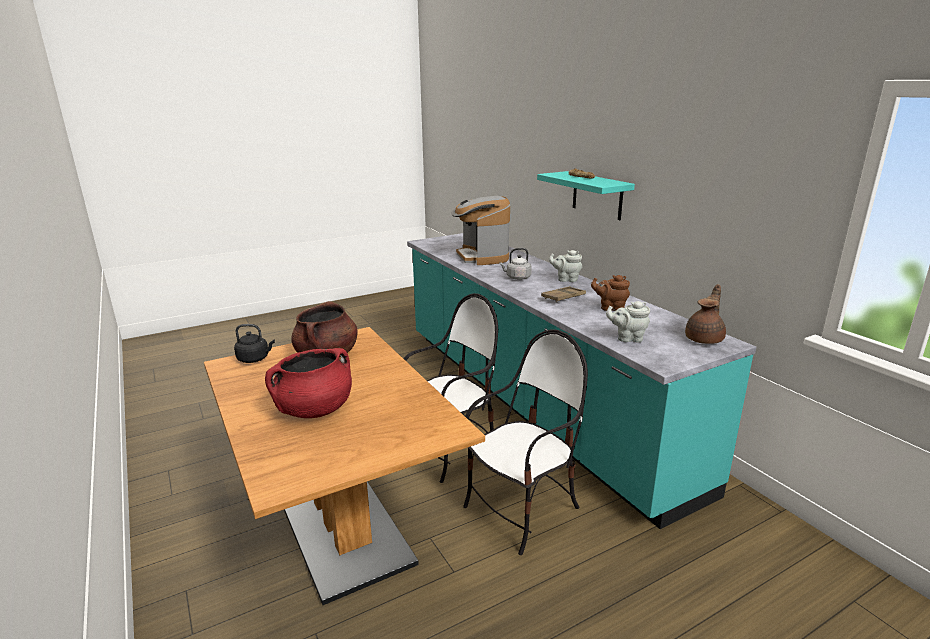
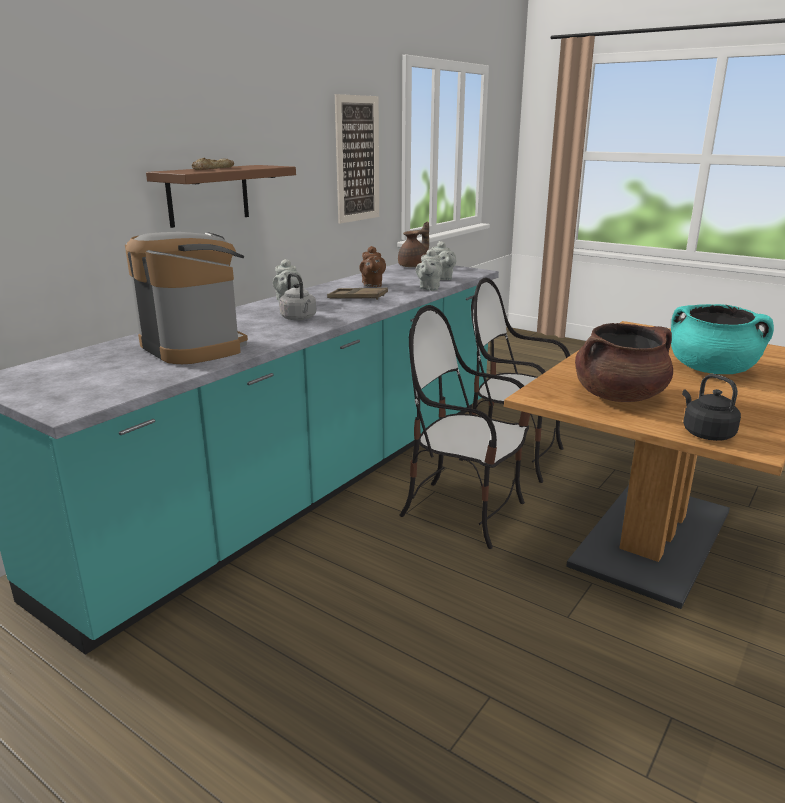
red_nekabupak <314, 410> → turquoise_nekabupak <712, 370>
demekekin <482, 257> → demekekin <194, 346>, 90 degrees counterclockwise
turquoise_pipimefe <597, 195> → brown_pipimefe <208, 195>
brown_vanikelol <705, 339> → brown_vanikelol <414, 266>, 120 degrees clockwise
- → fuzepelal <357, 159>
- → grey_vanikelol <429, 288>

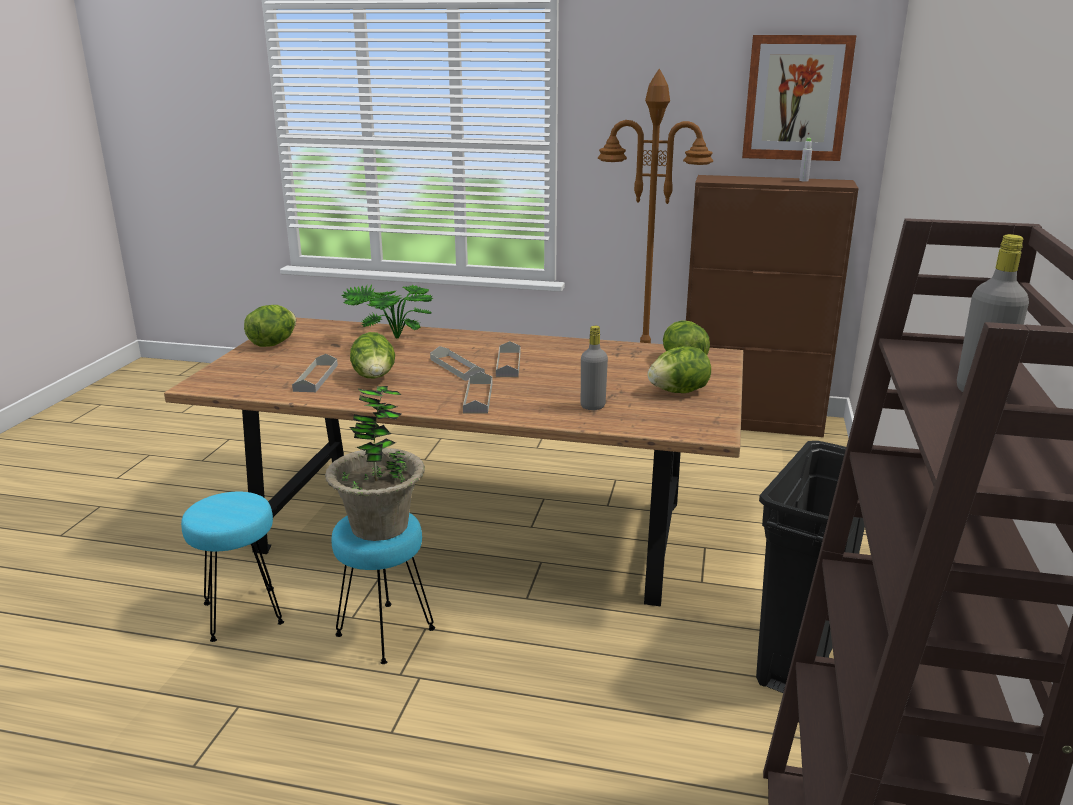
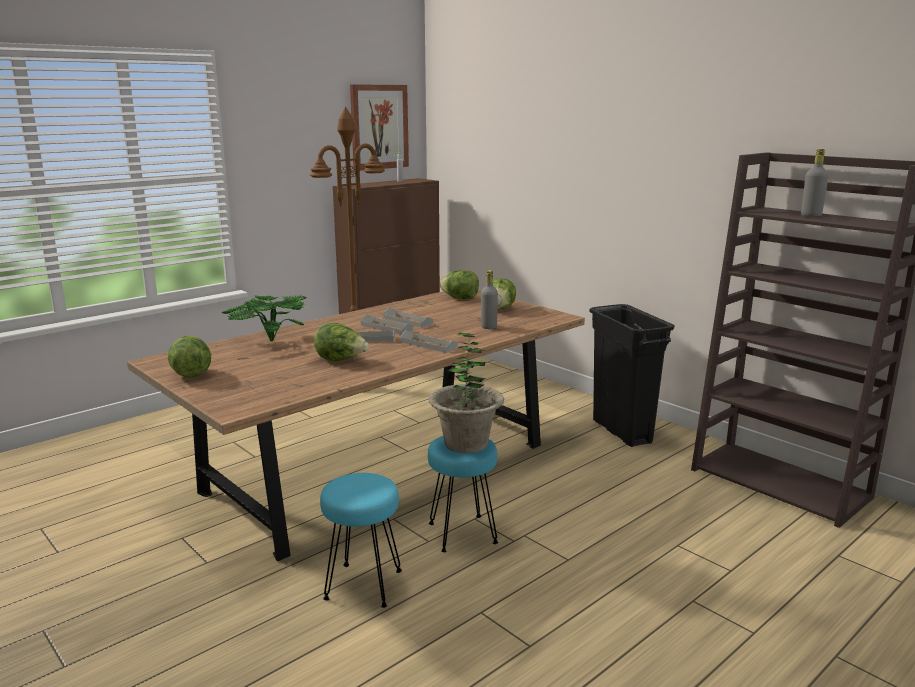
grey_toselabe <316, 378> → grey_toselabe <407, 321>, moved

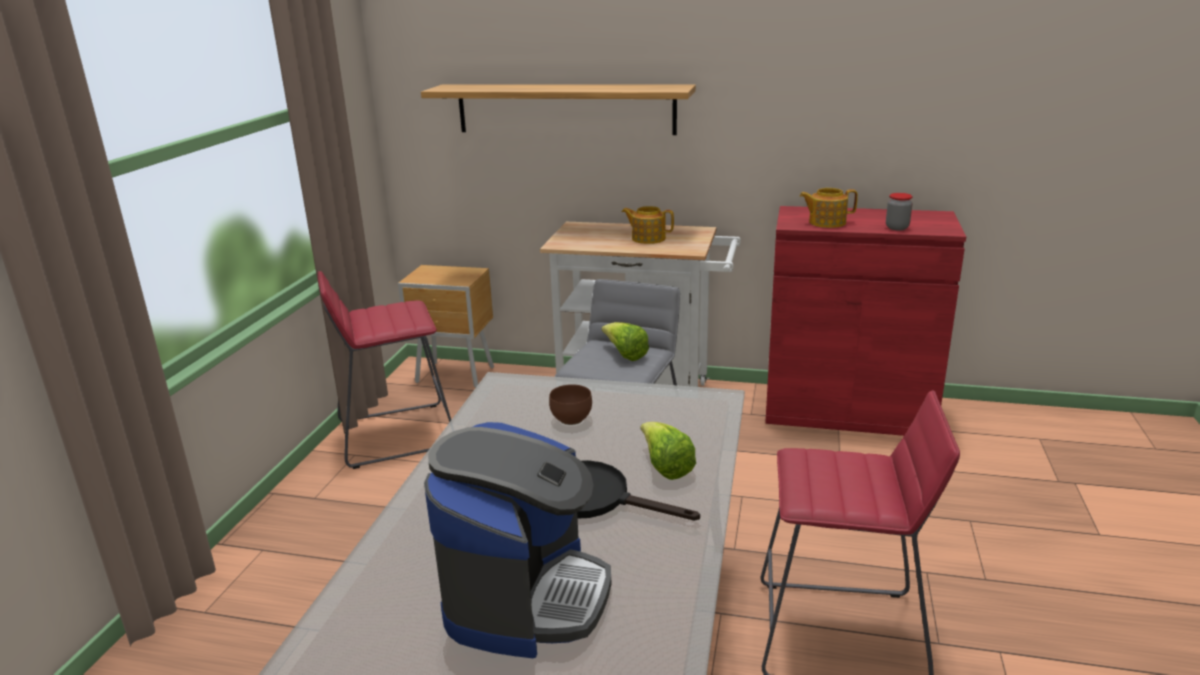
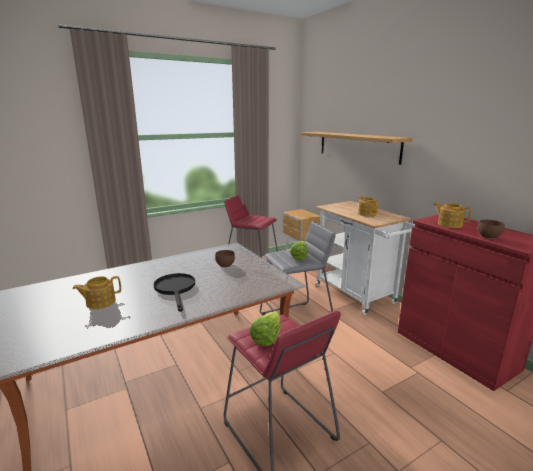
demekekin <525, 597> → vanikelol <100, 302>
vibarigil <665, 467> → vibarigil <267, 338>, moved
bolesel <897, 228> → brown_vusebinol <488, 237>

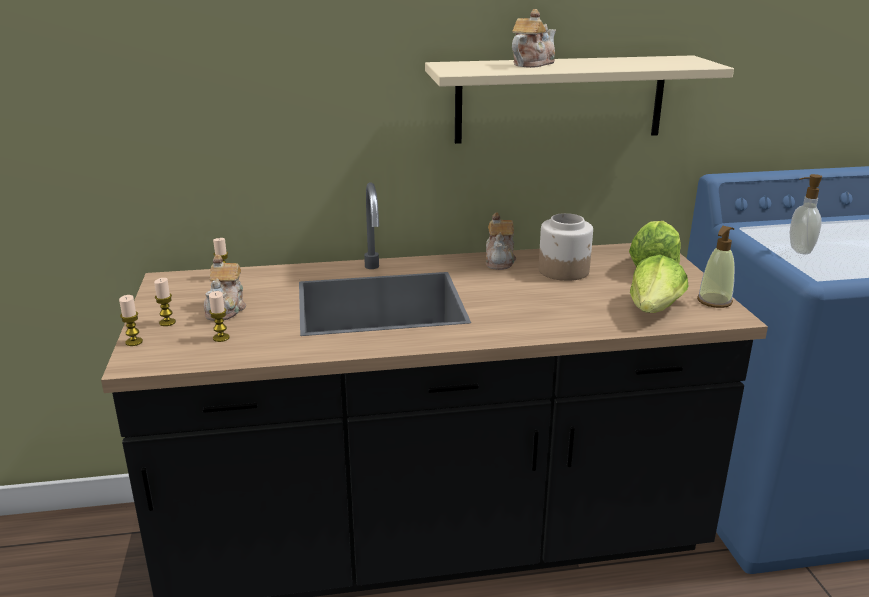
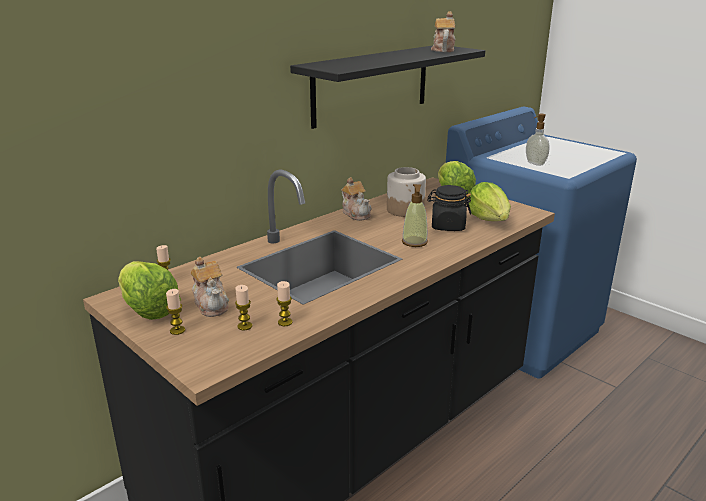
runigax <134, 342> → runigax <285, 322>, moved
beige_pipimefe <560, 99> → black_pipimefe <371, 84>
vanikelol <531, 64> → vanikelol <443, 50>, moved
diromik <714, 301> → diromik <414, 242>, moved
- → vibarigil <148, 310>
- → black_bolesel <447, 226>

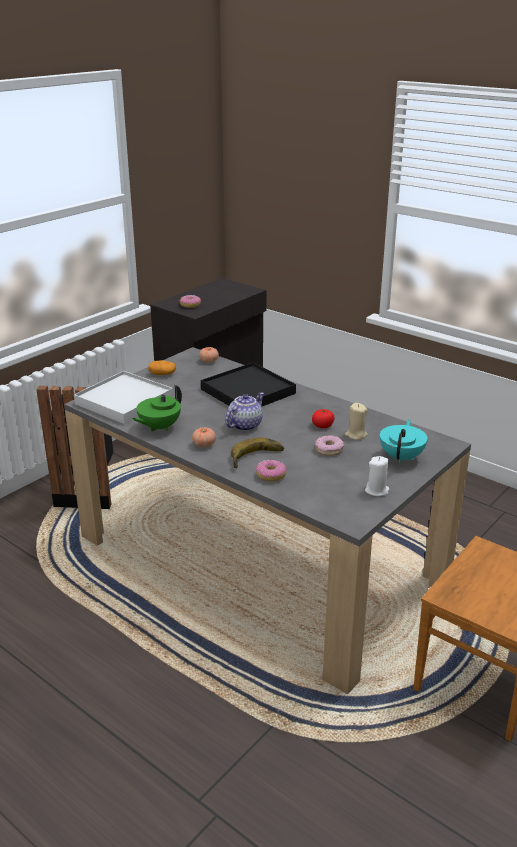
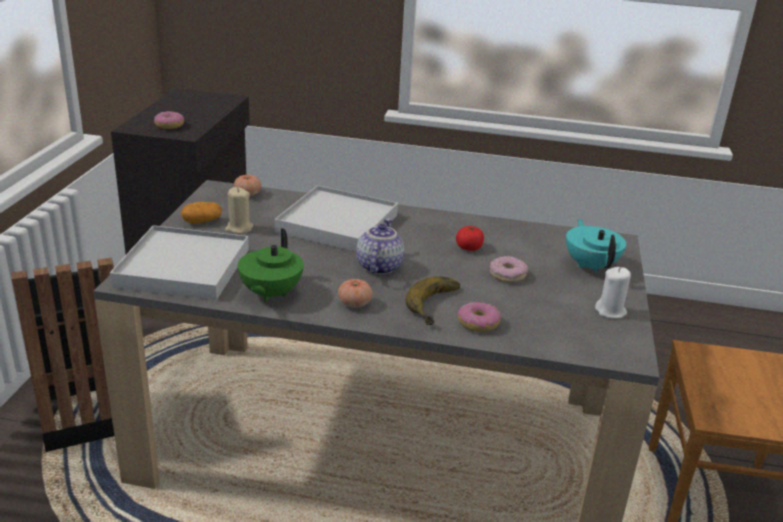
black_toselabe <248, 391> → white_toselabe <337, 223>
beige_runigax <356, 435> → beige_runigax <239, 228>, moved

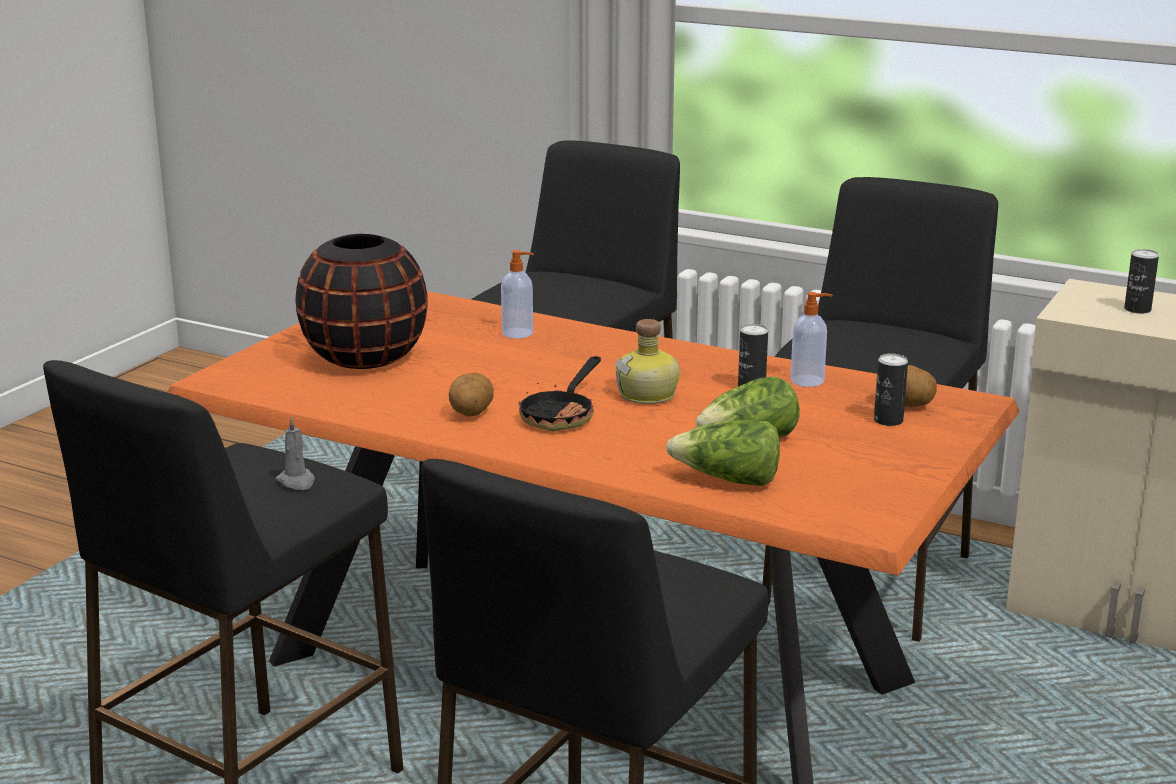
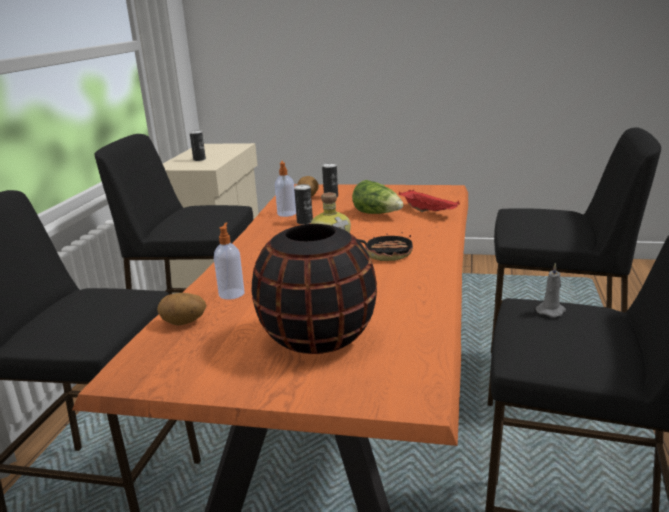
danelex <471, 413> → danelex <184, 323>, moved
vibarigil <728, 480> → red_toselabe <429, 211>

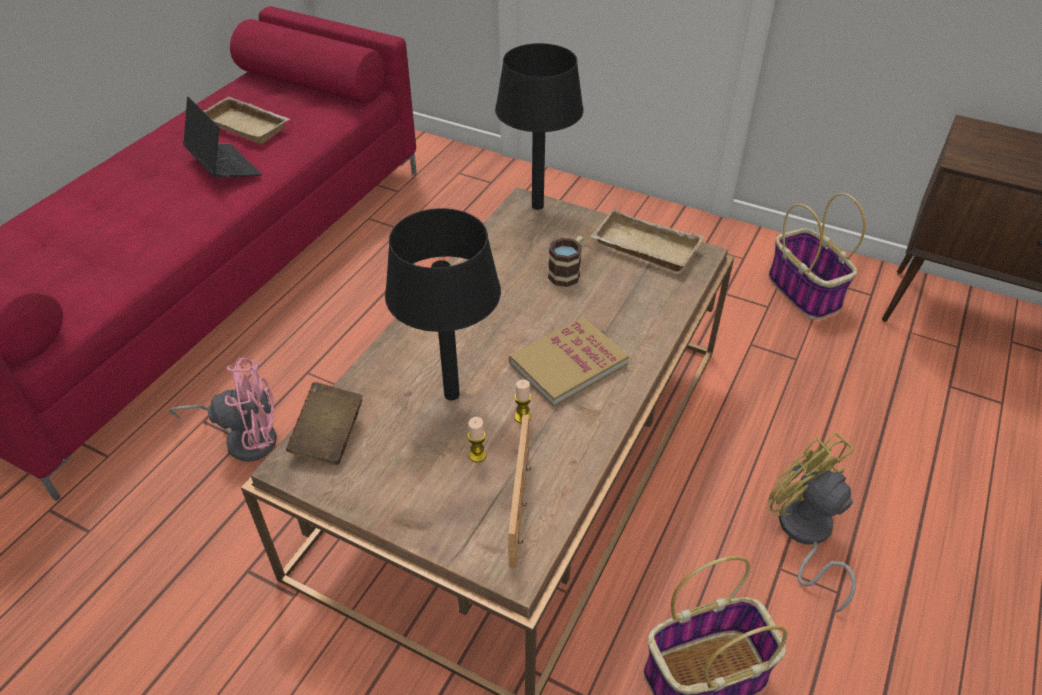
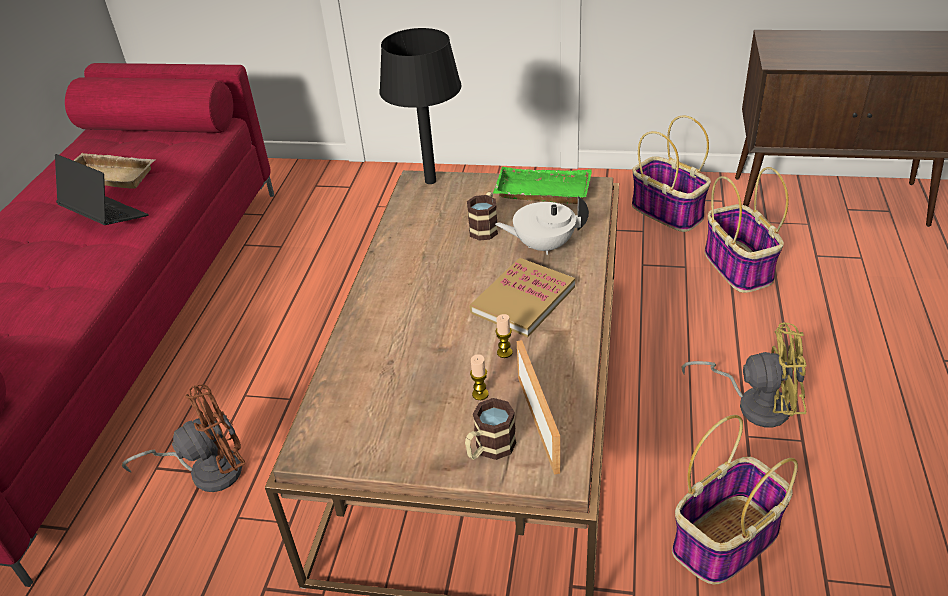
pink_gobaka <245, 438> → brown_gobaka <207, 470>
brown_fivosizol <329, 436> → -
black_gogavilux <451, 393> → -
beige_toselabe <642, 248> → green_toselabe <541, 193>
yellow_gobaka <804, 535> → yellow_gobaka <754, 403>, 150 degrees clockwise
- → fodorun <489, 449>
- → white_vanikelol <543, 245>
- → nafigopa <739, 267>

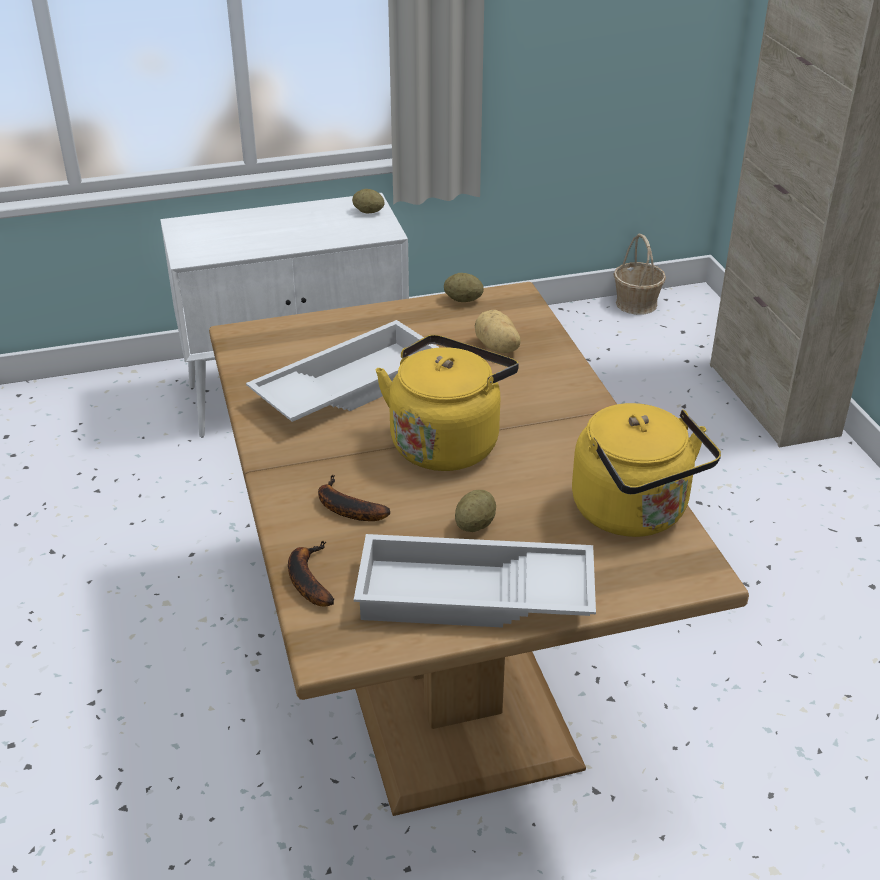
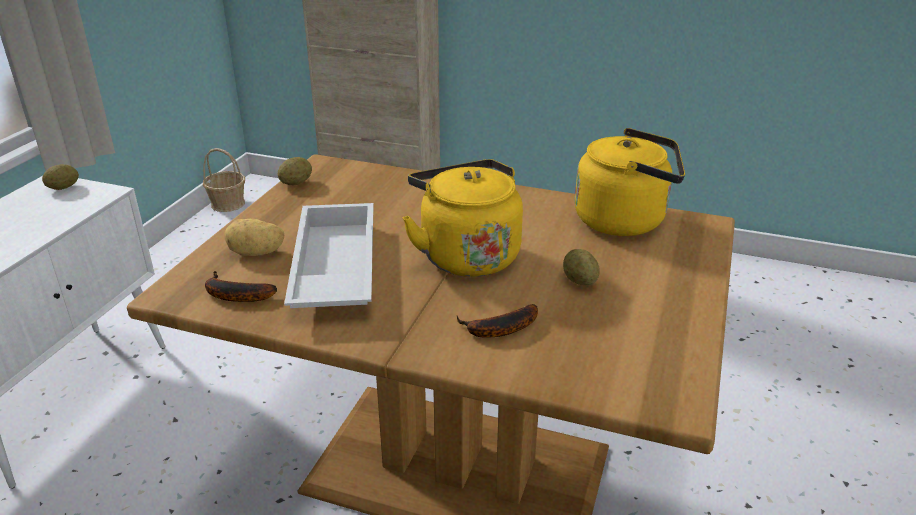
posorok <307, 579> → posorok <233, 295>, moved
white_toselabe <473, 597> → -
danelex <496, 348> → danelex <256, 253>, moved

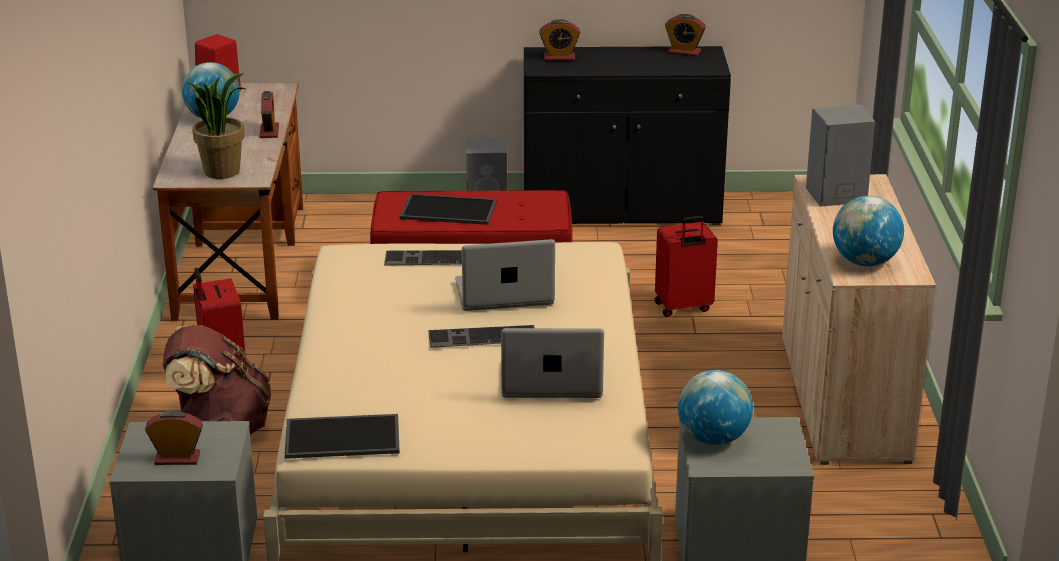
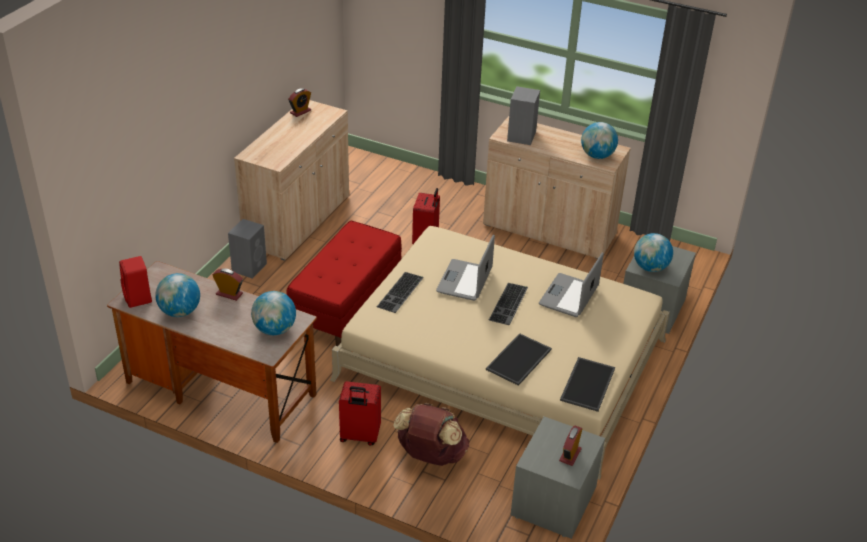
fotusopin <222, 171> → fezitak <275, 330>
toselabe <447, 211> → toselabe <519, 360>, moved
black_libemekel <621, 210> → beige_libemekel <298, 221>
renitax <559, 57> → -

